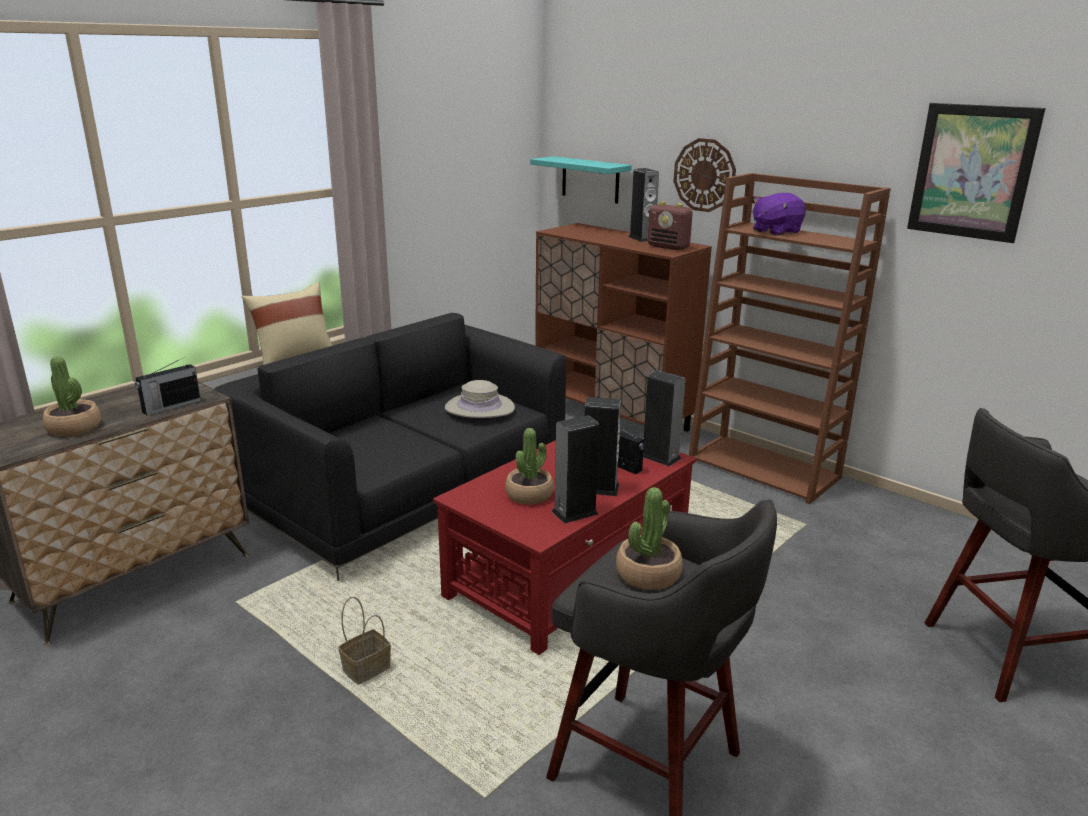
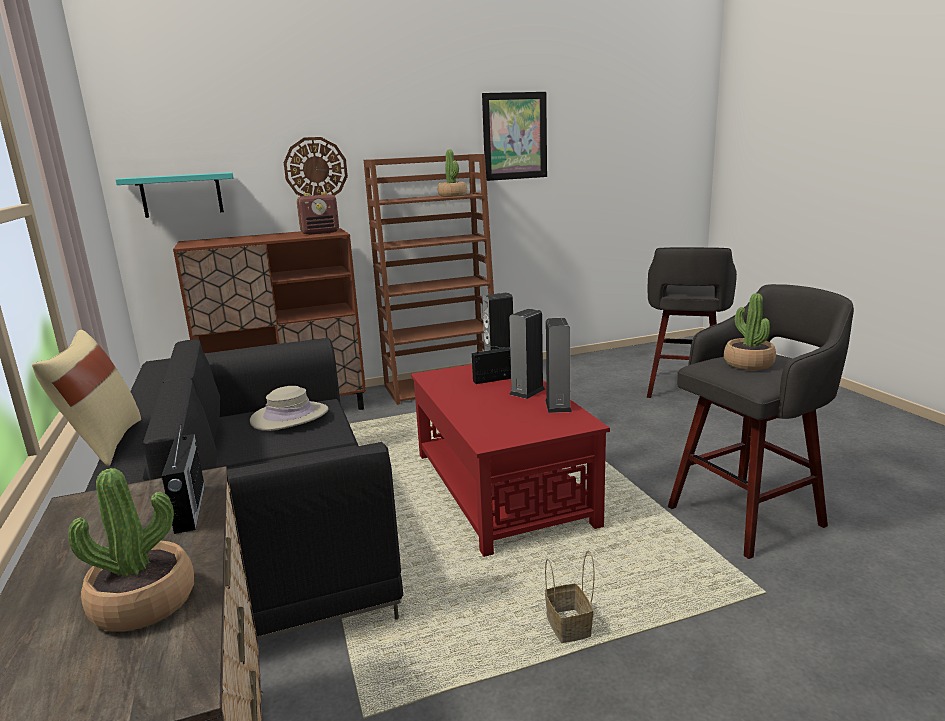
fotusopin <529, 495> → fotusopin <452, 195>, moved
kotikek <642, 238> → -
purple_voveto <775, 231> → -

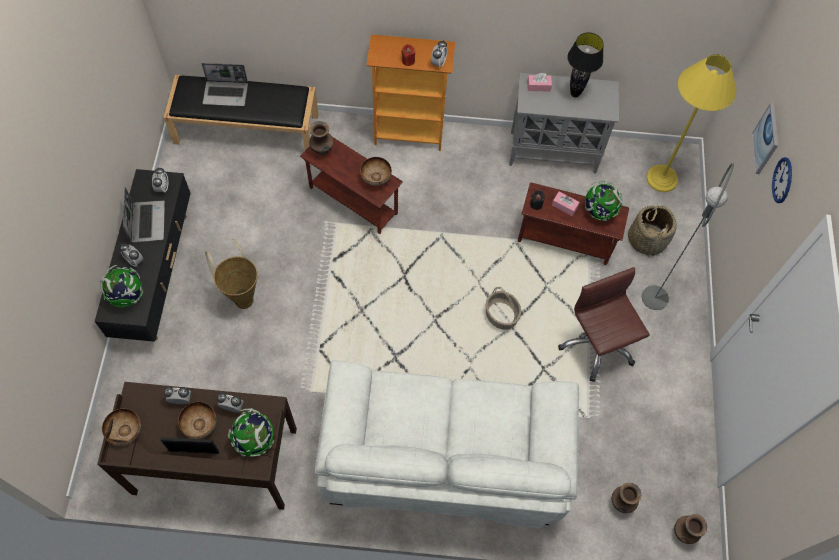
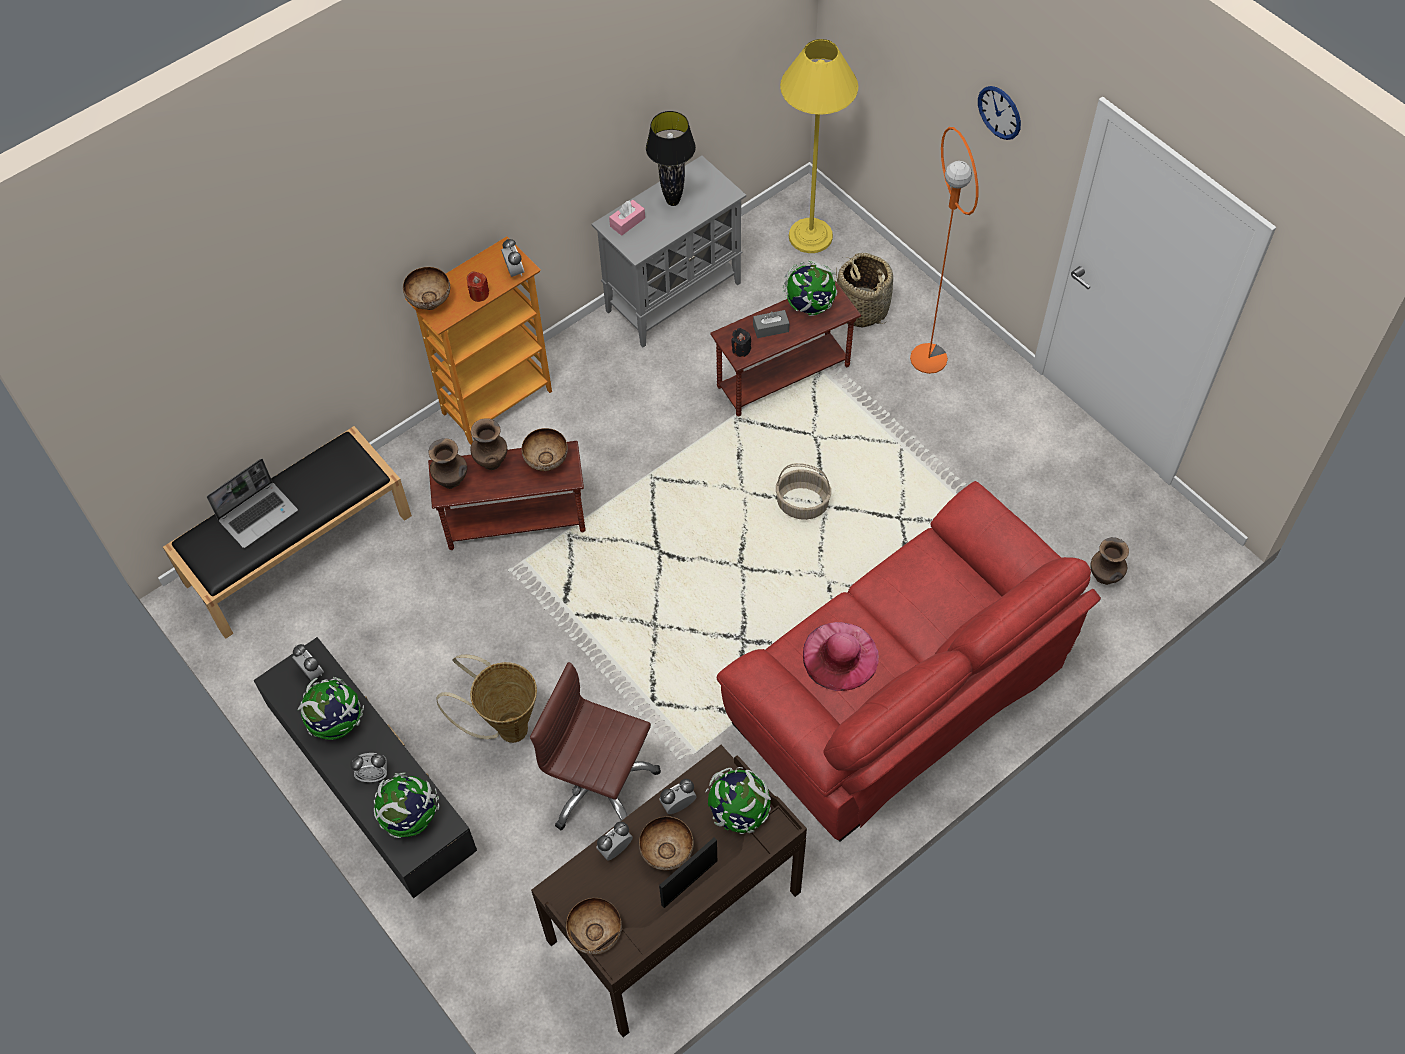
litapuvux <147, 221> → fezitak <337, 722>
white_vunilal <444, 459> → red_vunilal <903, 692>
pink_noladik <564, 206> → grey_noladik <771, 328>
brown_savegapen <596, 345> → brown_savegapen <599, 785>, moved
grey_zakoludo <655, 298> → orange_zakoludo <929, 358>
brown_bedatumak <683, 532> → brown_bedatumak <491, 461>, moved
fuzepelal <766, 139> → -
- → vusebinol <429, 302>
- → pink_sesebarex <840, 656>

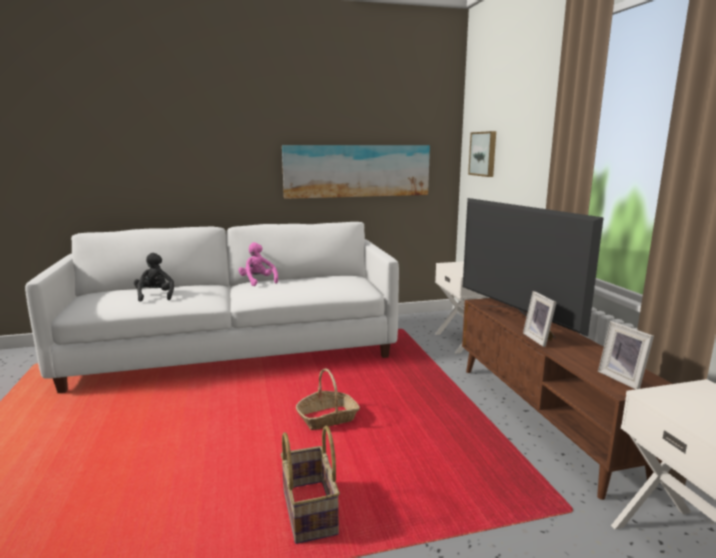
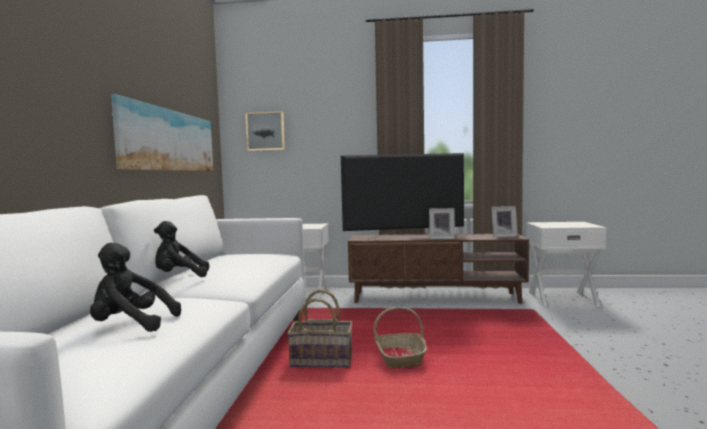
pink_voveto <258, 281> → black_voveto <179, 277>
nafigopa <311, 512> → nafigopa <322, 360>, moved

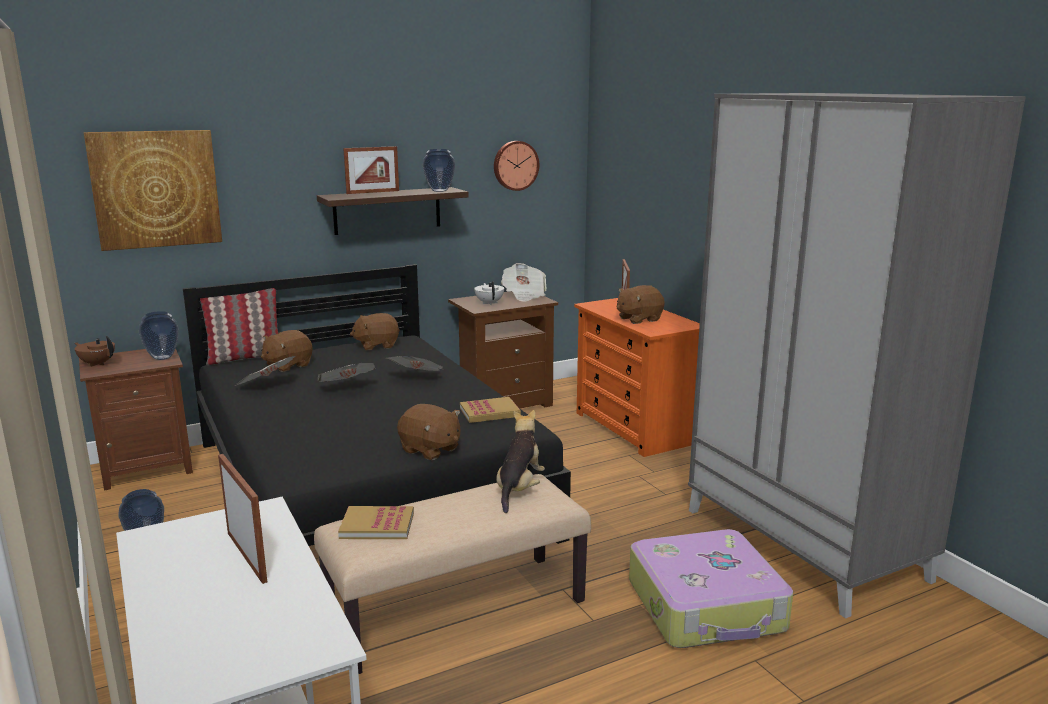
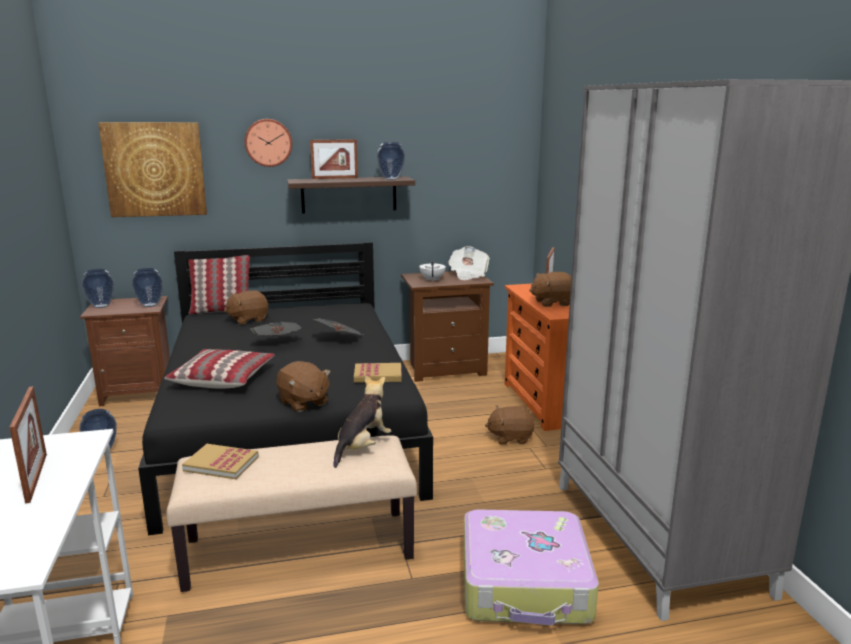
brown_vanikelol <97, 364> → bedatumak <101, 306>
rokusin <266, 386> → -
brown_voveto <376, 345> → brown_voveto <510, 438>, moved
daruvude <515, 165> → daruvude <268, 142>, moved
- → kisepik <223, 378>

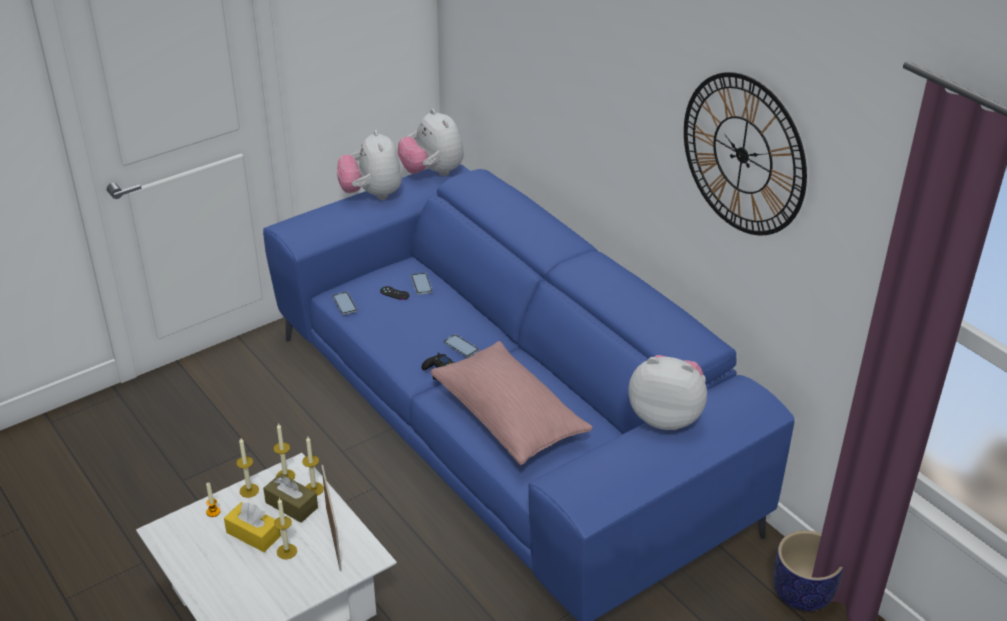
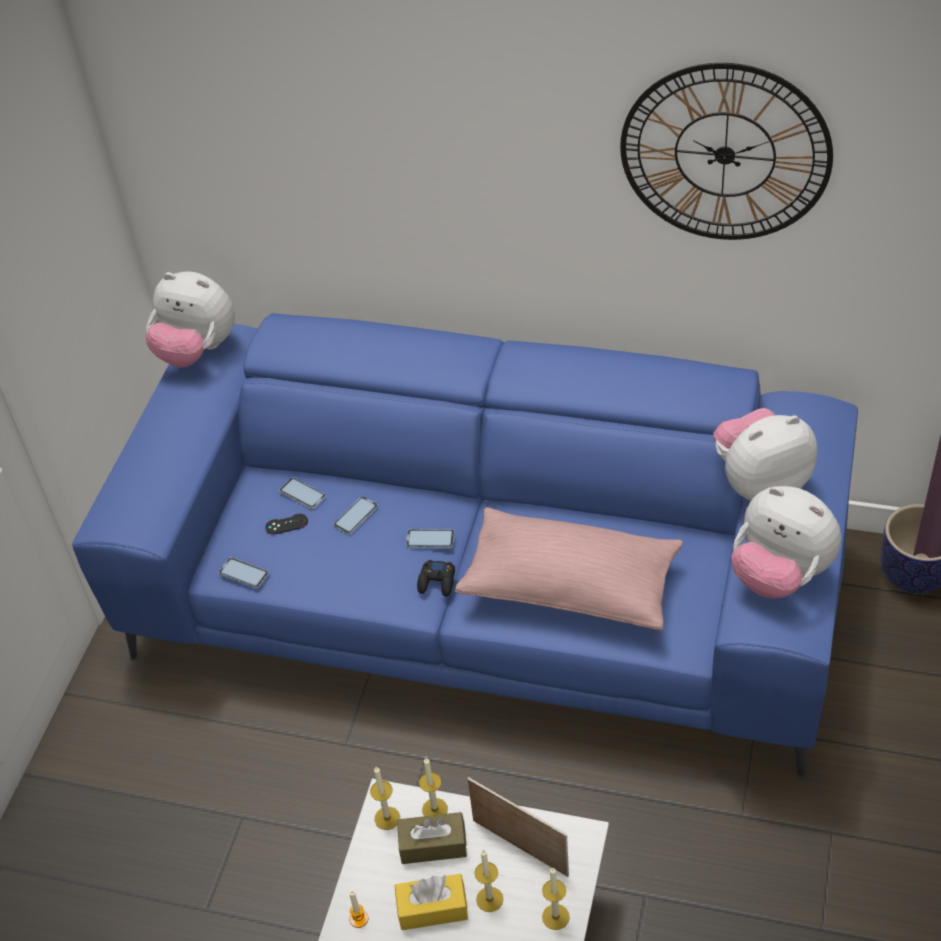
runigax <249, 490> → runigax <555, 917>, moved
voveto <372, 194> → voveto <780, 575>, moved
- → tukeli <356, 516>

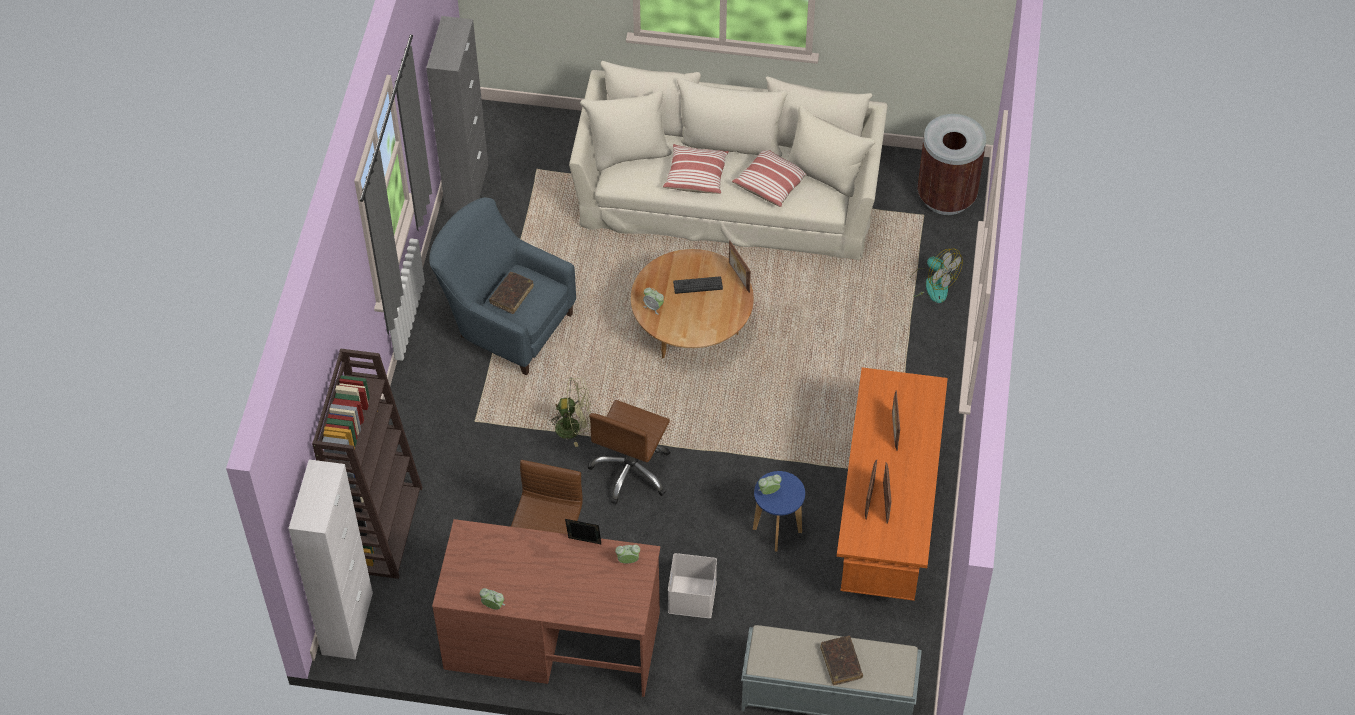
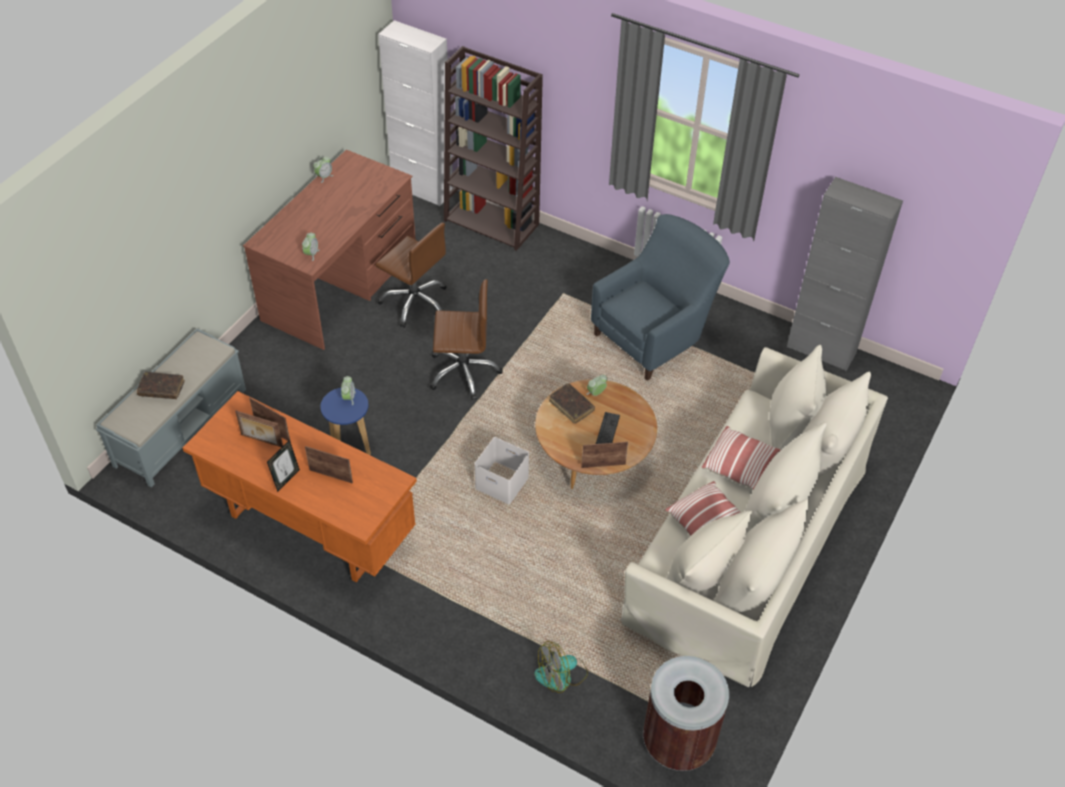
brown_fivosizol <511, 295> → brown_fivosizol <571, 406>, moved
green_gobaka <574, 427> → -
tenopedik <584, 543> → tenopedik <286, 479>, moved
brown_savegapen <631, 471> → brown_savegapen <463, 372>, 135 degrees clockwise
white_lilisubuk <693, 597> → white_lilisubuk <500, 483>, moved

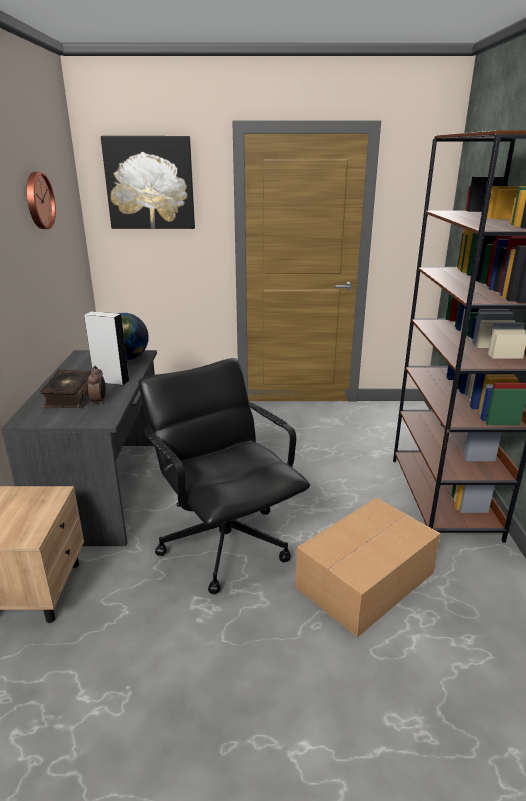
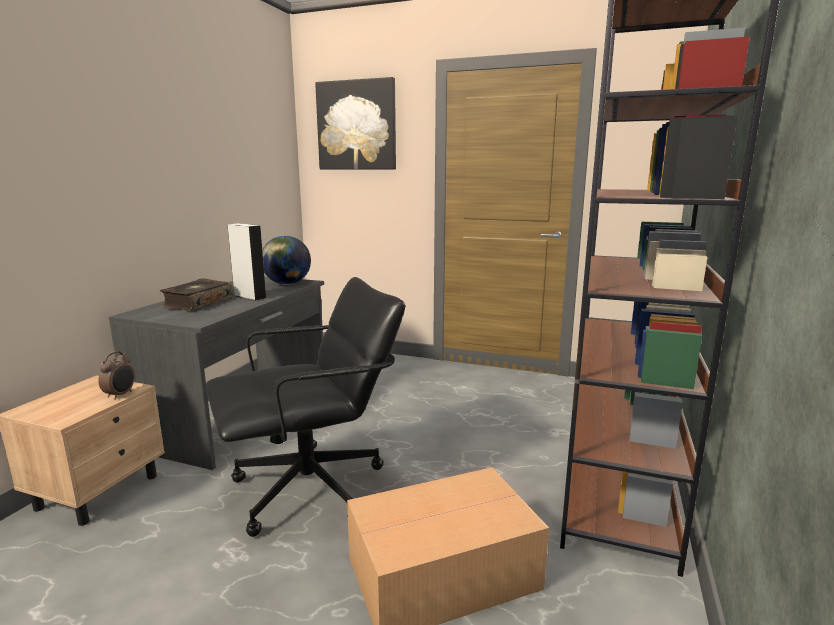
daruvude <38, 200> → -
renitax <99, 401> → renitax <120, 395>, moved
black_savegapen <225, 542> → black_savegapen <311, 489>, 75 degrees clockwise

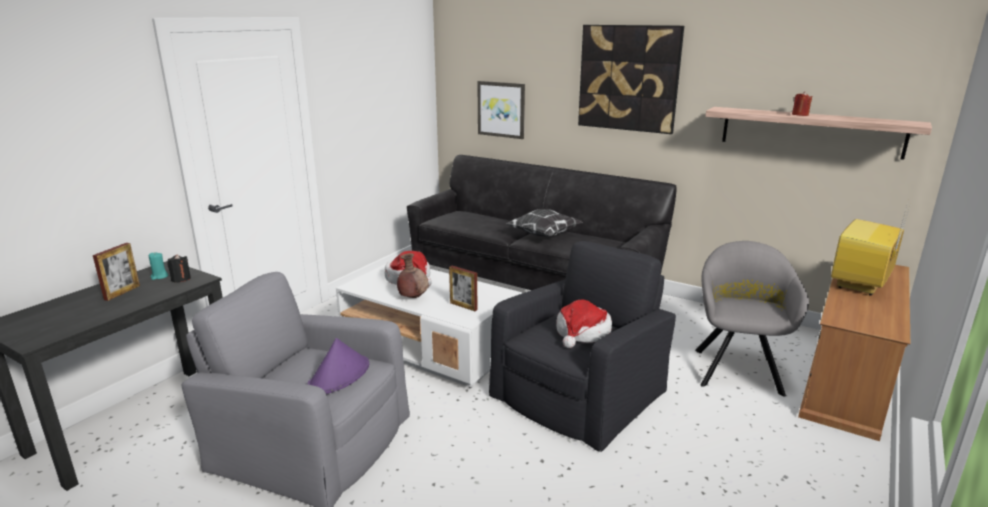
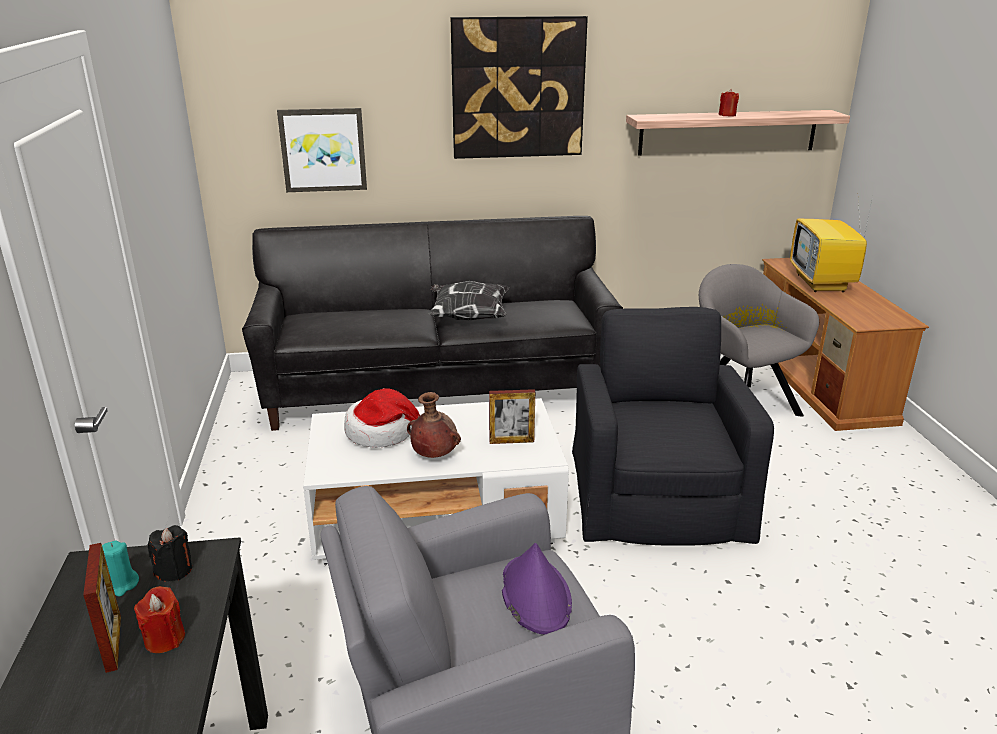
sesebarex <582, 333> → -
- → red_runigax <164, 639>

